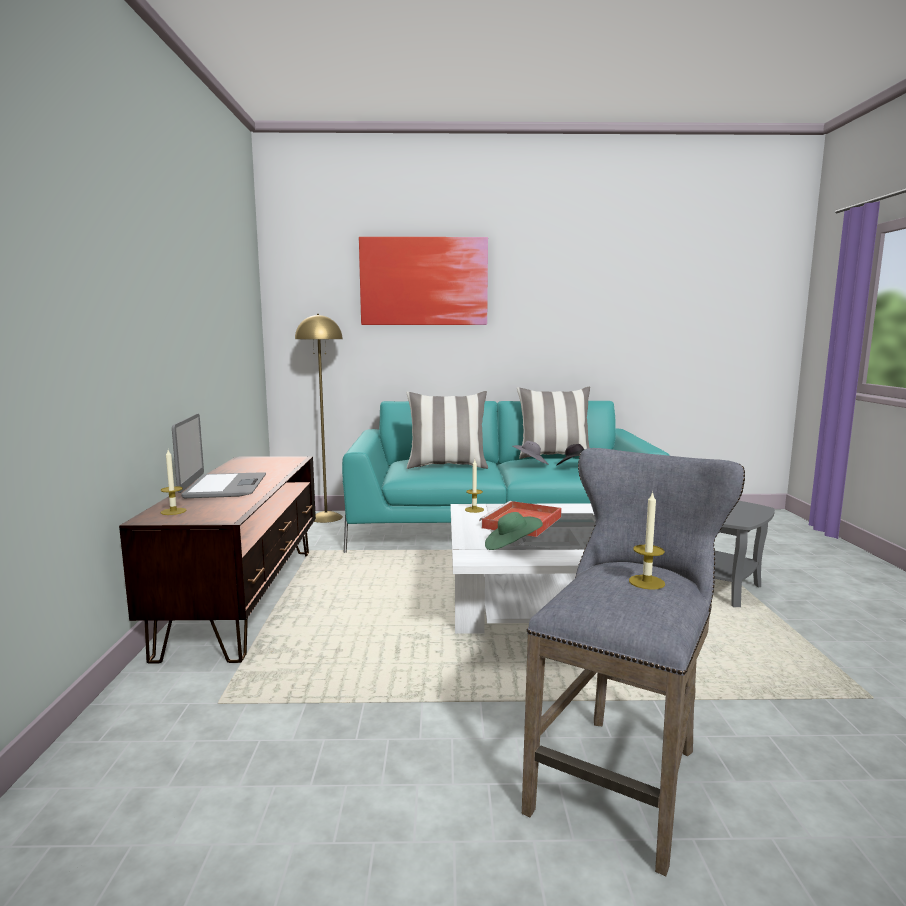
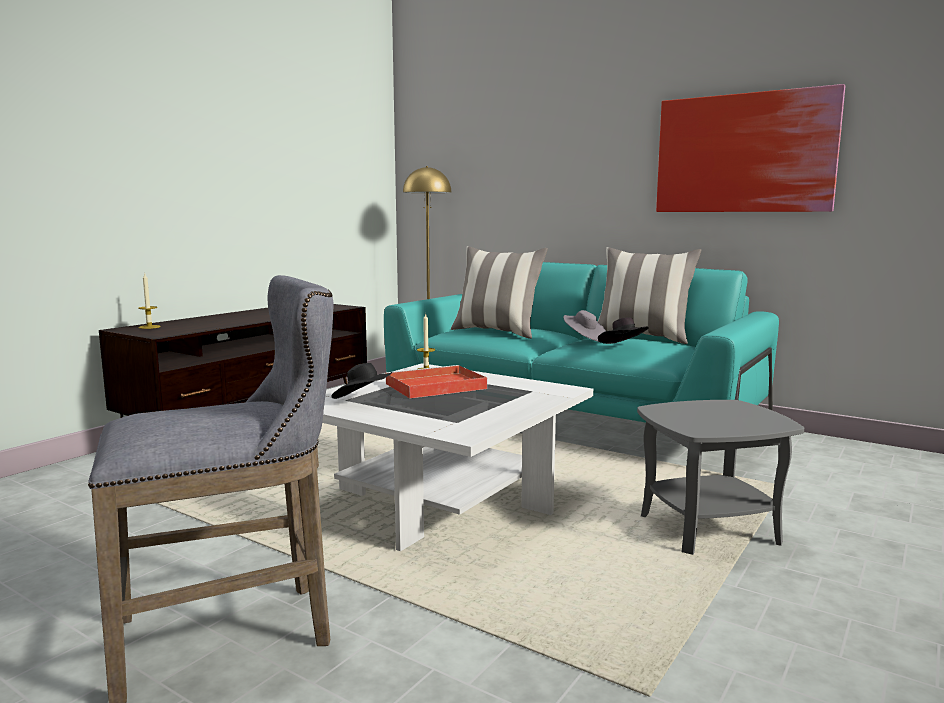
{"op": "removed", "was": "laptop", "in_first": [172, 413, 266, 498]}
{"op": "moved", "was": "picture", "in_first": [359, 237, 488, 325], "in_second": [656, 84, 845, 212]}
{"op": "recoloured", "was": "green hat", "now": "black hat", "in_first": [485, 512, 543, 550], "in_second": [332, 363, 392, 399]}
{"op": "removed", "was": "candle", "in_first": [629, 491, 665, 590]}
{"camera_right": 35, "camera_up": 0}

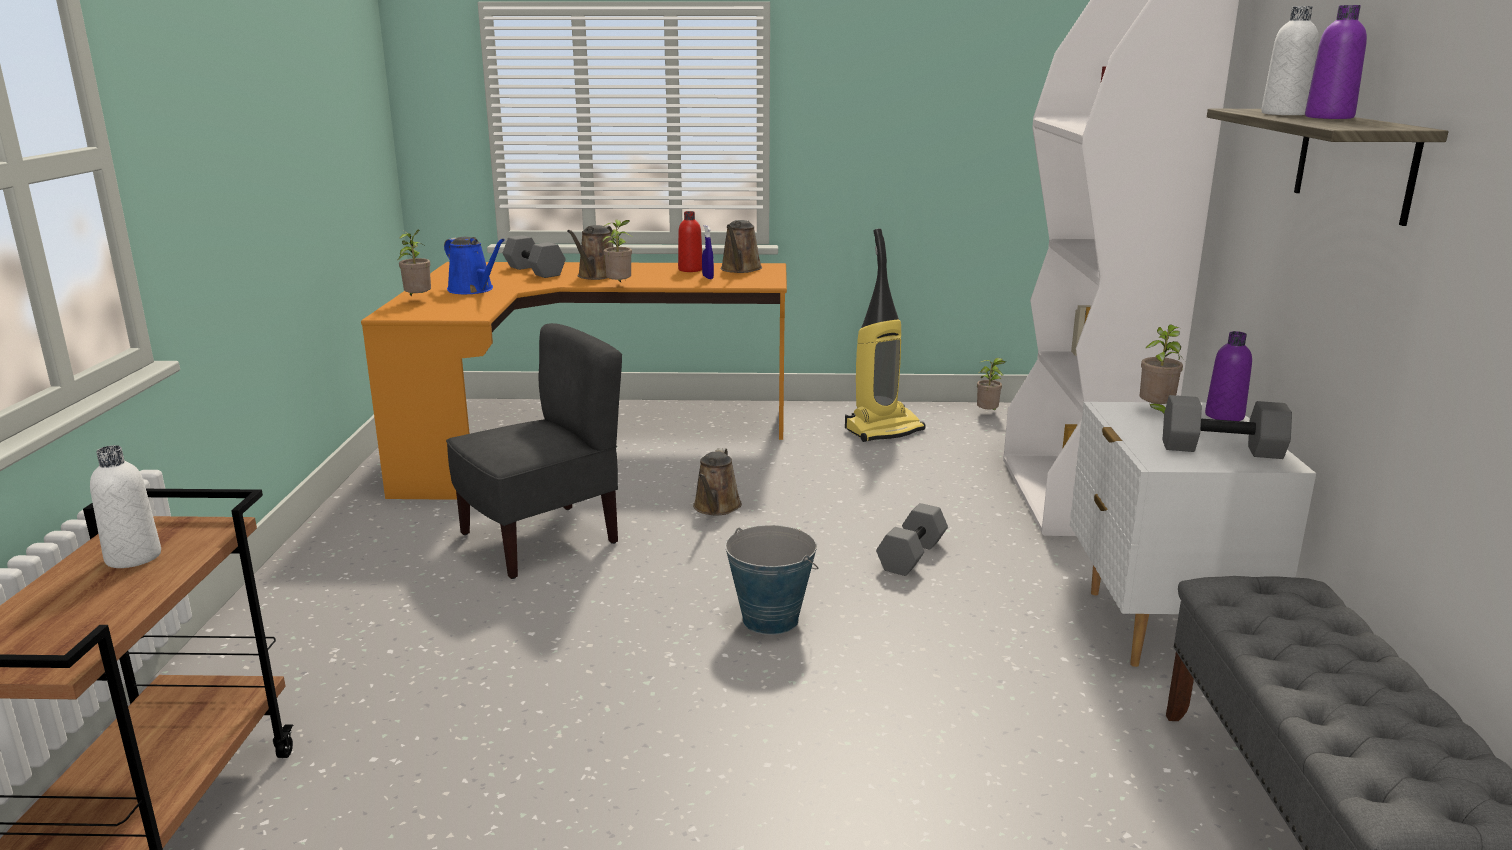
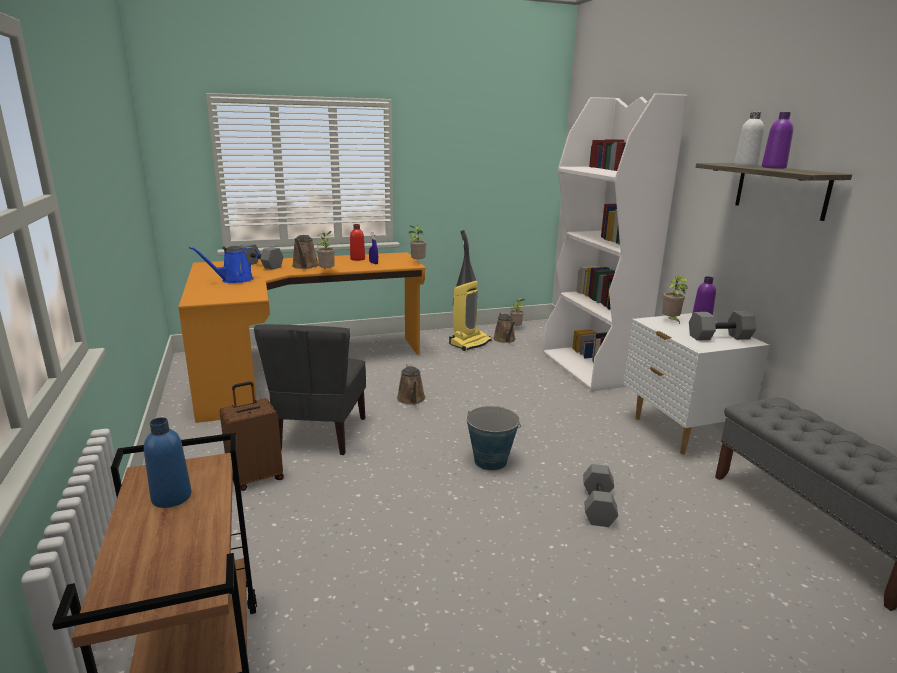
{"op": "recoloured", "was": "white bottle", "now": "blue bottle", "in_first": [90, 445, 161, 568], "in_second": [144, 417, 191, 508]}
{"op": "moved", "was": "potted plant", "in_first": [398, 229, 431, 297], "in_second": [409, 225, 426, 261]}
{"op": "turned", "was": "blue watering can", "in_first": [444, 237, 505, 294], "in_second": [189, 246, 258, 283], "clockwise": 120}
{"op": "turned", "was": "grey chair", "in_first": [446, 323, 622, 579], "in_second": [254, 324, 366, 455], "clockwise": 150}
{"op": "moved", "was": "brown watering can", "in_first": [721, 220, 762, 273], "in_second": [493, 313, 516, 343]}
{"op": "moved", "was": "grey dumbbell", "in_first": [876, 503, 948, 576], "in_second": [583, 464, 618, 527]}
{"op": "added", "now": "brown suitcase", "in_second": [219, 381, 284, 491]}
{"camera_right": -20, "camera_up": 0}

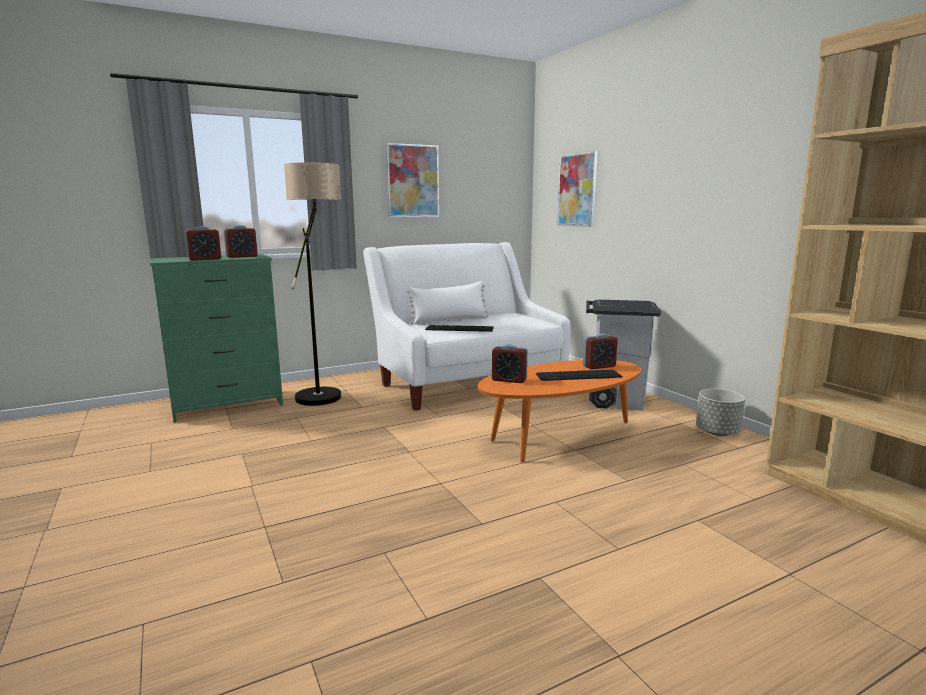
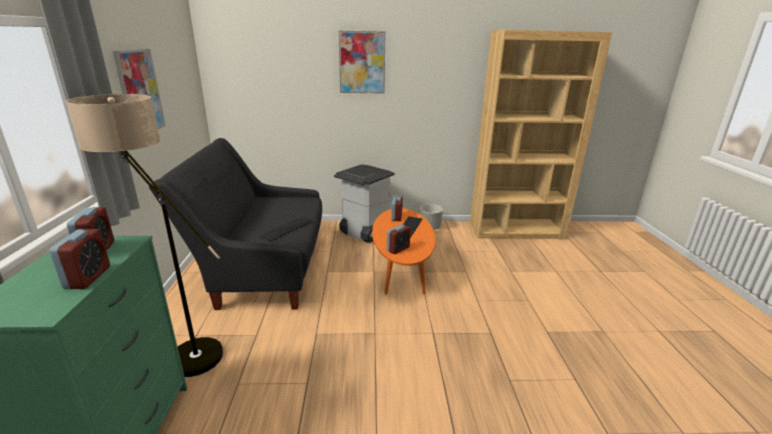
{"op": "recoloured", "was": "white sofa", "now": "black sofa", "in_first": [363, 242, 570, 410], "in_second": [149, 138, 322, 310]}
{"op": "removed", "was": "white pillow", "in_first": [407, 281, 489, 324]}
{"op": "moved", "was": "picture", "in_first": [557, 151, 597, 227], "in_second": [339, 31, 386, 93]}
{"camera_right": -65, "camera_up": 10}

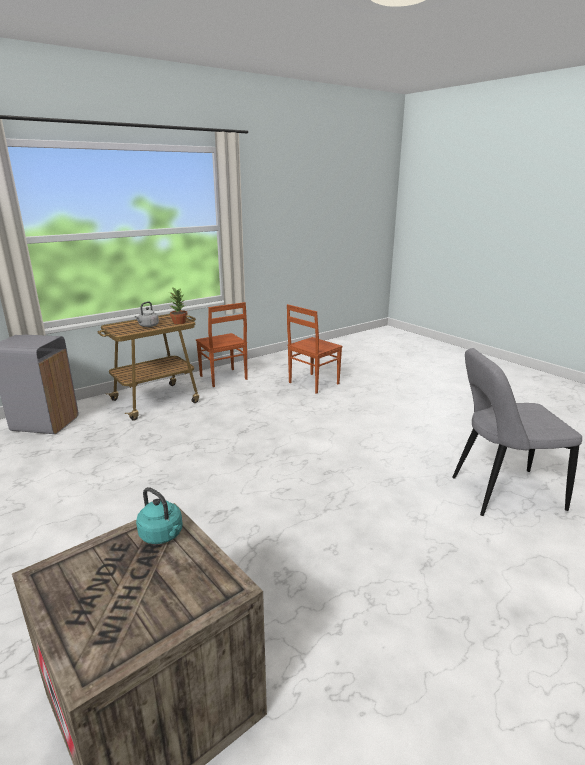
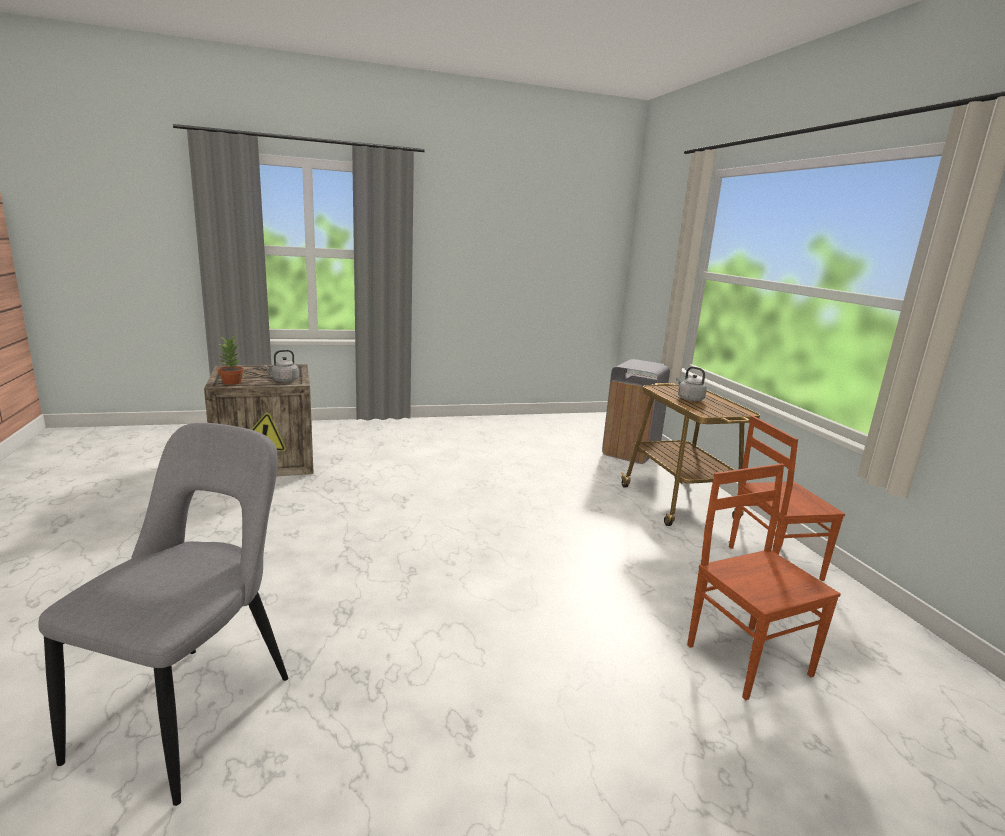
{"op": "recoloured", "was": "turquoise kettle", "now": "grey kettle", "in_first": [136, 487, 183, 544], "in_second": [263, 350, 299, 382]}
{"op": "moved", "was": "potted plant", "in_first": [170, 287, 188, 324], "in_second": [218, 335, 244, 385]}
{"camera_right": 110, "camera_up": -5}

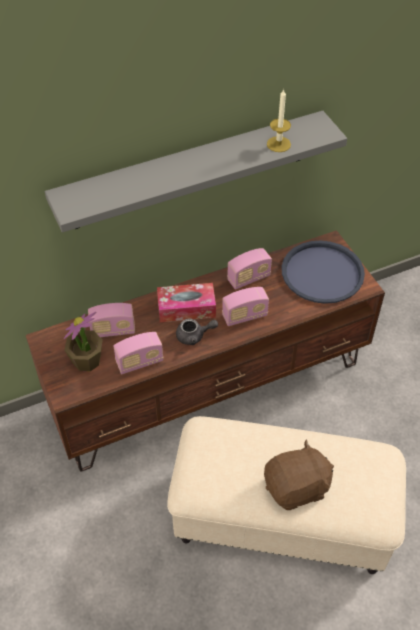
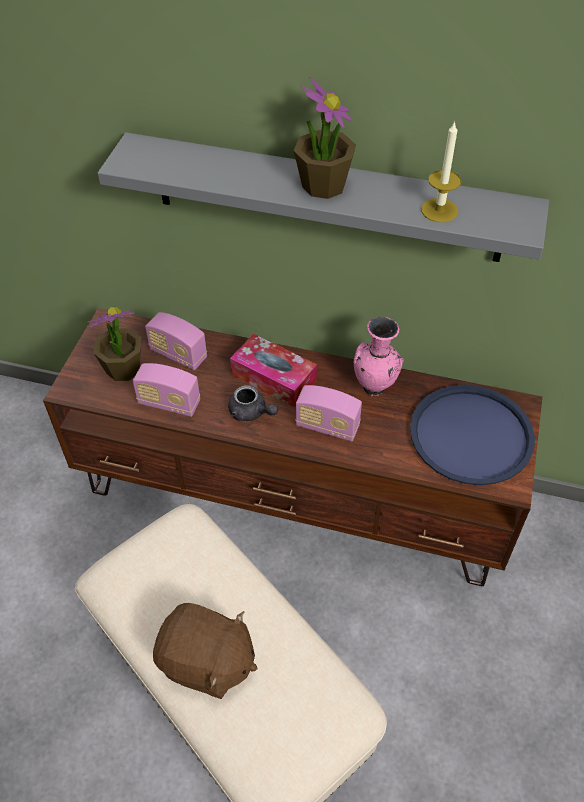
{"op": "replaced", "was": "radio", "now": "pink vase", "in_first": [227, 248, 272, 290], "in_second": [353, 317, 404, 397]}
{"op": "added", "now": "potted plant", "in_second": [294, 77, 356, 199]}
{"camera_right": 40, "camera_up": 0}

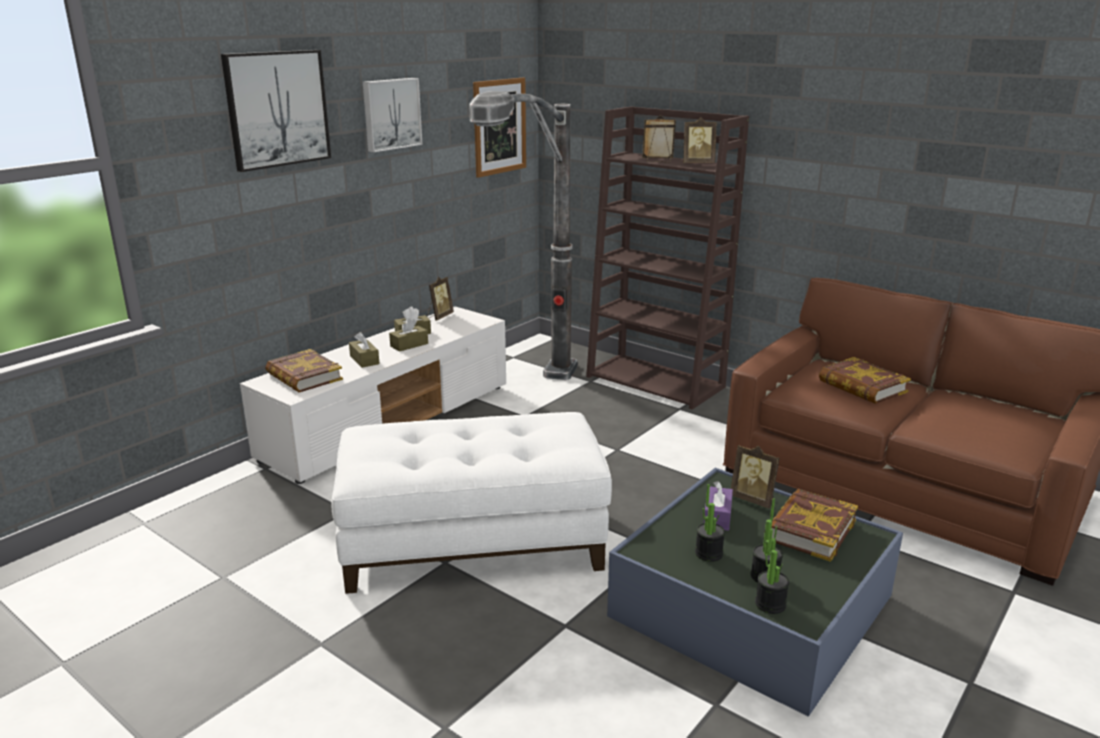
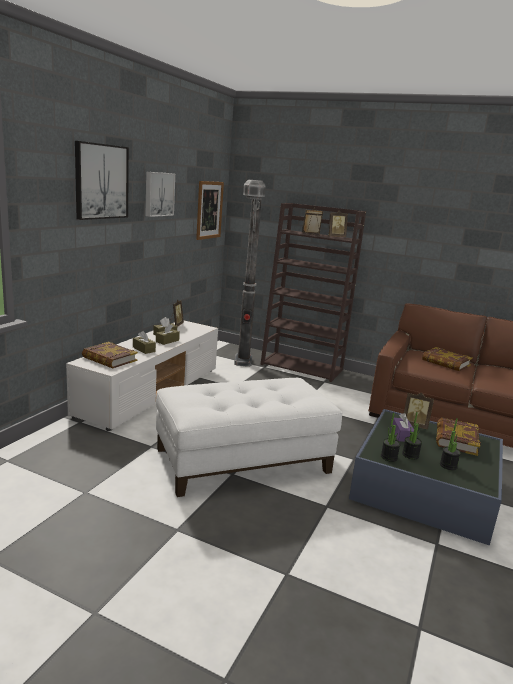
{"op": "moved", "was": "potted plant", "in_first": [755, 529, 789, 614], "in_second": [381, 413, 401, 462]}
{"camera_right": -15, "camera_up": -5}

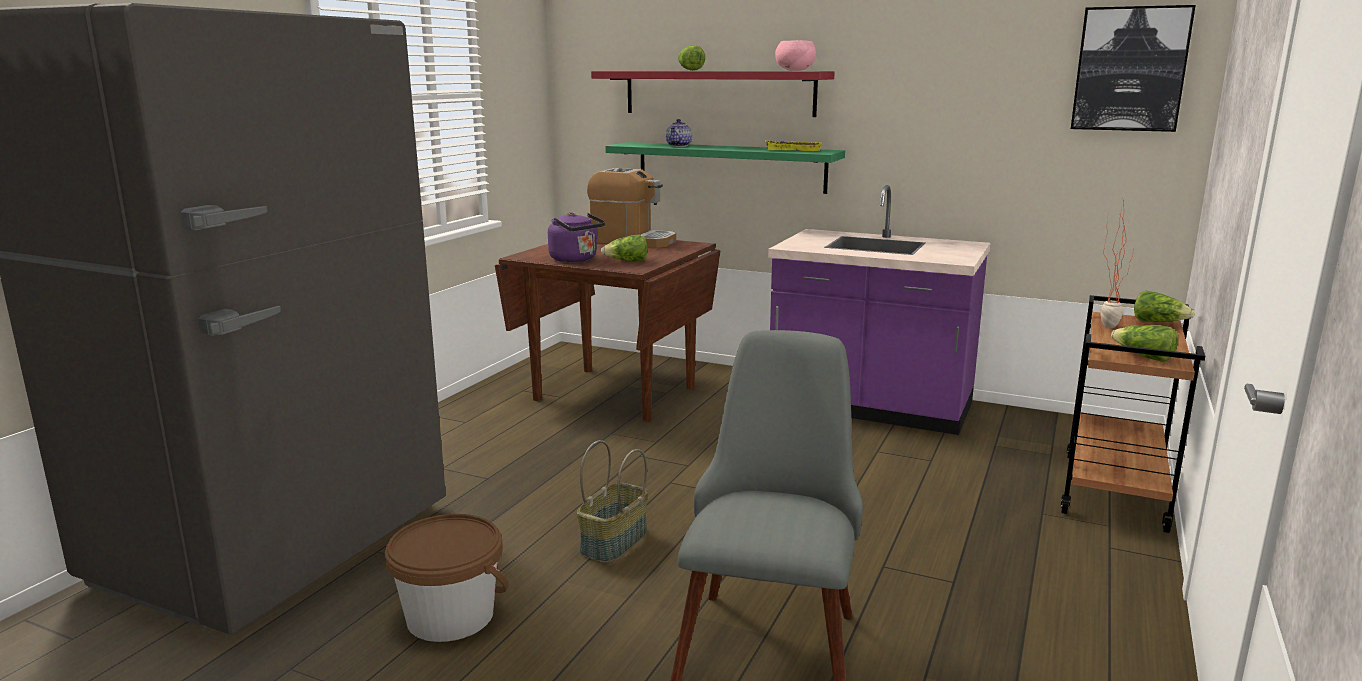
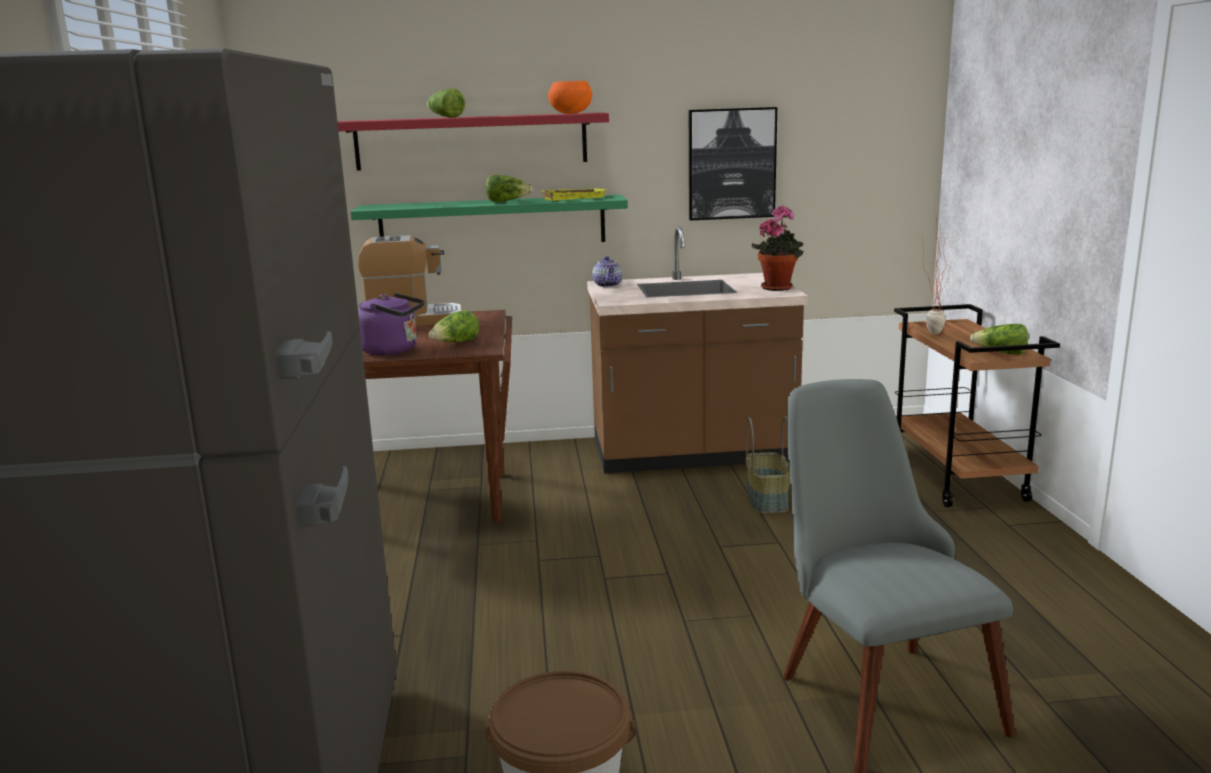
{"op": "moved", "was": "basket", "in_first": [577, 440, 648, 563], "in_second": [745, 416, 790, 513]}
{"op": "moved", "was": "teapot", "in_first": [666, 119, 692, 147], "in_second": [592, 256, 622, 287]}
{"op": "recoloured", "was": "purple counter", "now": "brown counter", "in_first": [768, 185, 990, 435], "in_second": [587, 226, 808, 473]}
{"op": "recoloured", "was": "pink bowl", "now": "orange bowl", "in_first": [775, 40, 816, 71], "in_second": [548, 81, 592, 114]}
{"op": "moved", "was": "picture", "in_first": [1071, 5, 1196, 132], "in_second": [689, 107, 777, 220]}
{"op": "moved", "was": "lettuce", "in_first": [1134, 291, 1195, 322], "in_second": [486, 175, 533, 202]}
{"op": "added", "now": "potted plant", "in_second": [752, 205, 803, 291]}
{"camera_right": -30, "camera_up": 0}

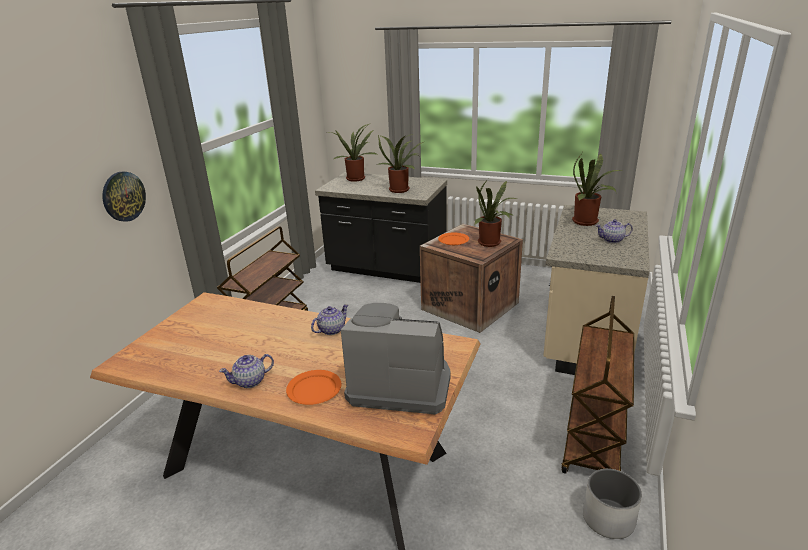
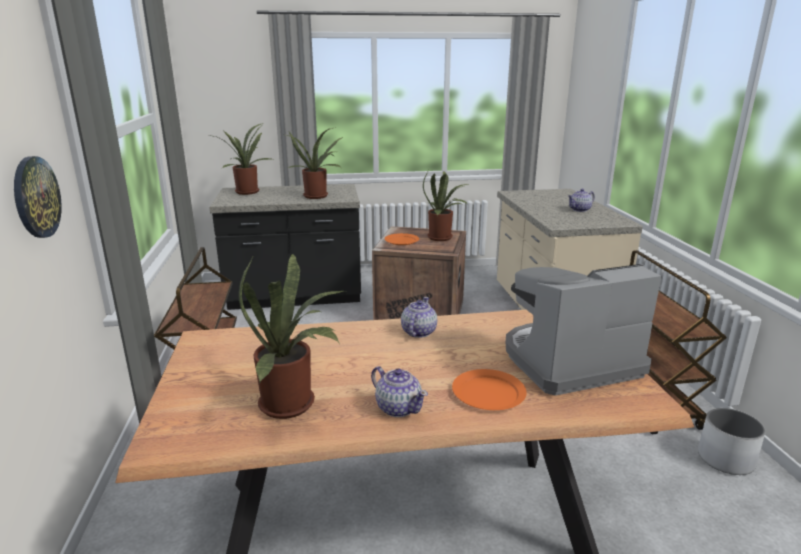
{"op": "turned", "was": "teapot", "in_first": [219, 354, 274, 388], "in_second": [371, 366, 428, 417], "clockwise": -75}
{"op": "moved", "was": "potted plant", "in_first": [572, 153, 624, 226], "in_second": [239, 253, 343, 419]}
{"camera_right": -30, "camera_up": -5}

